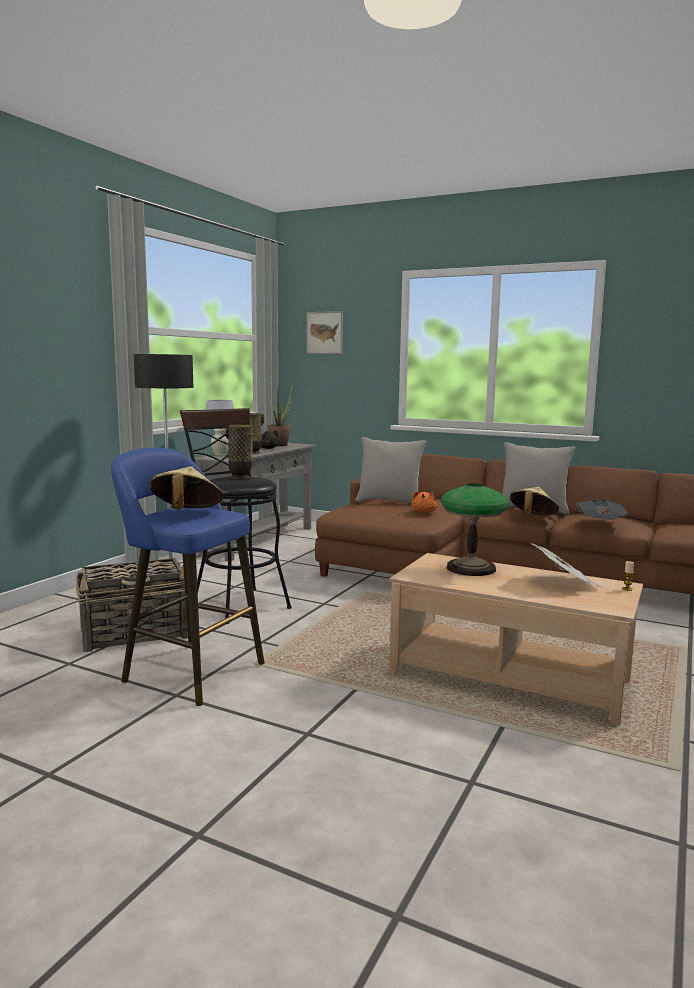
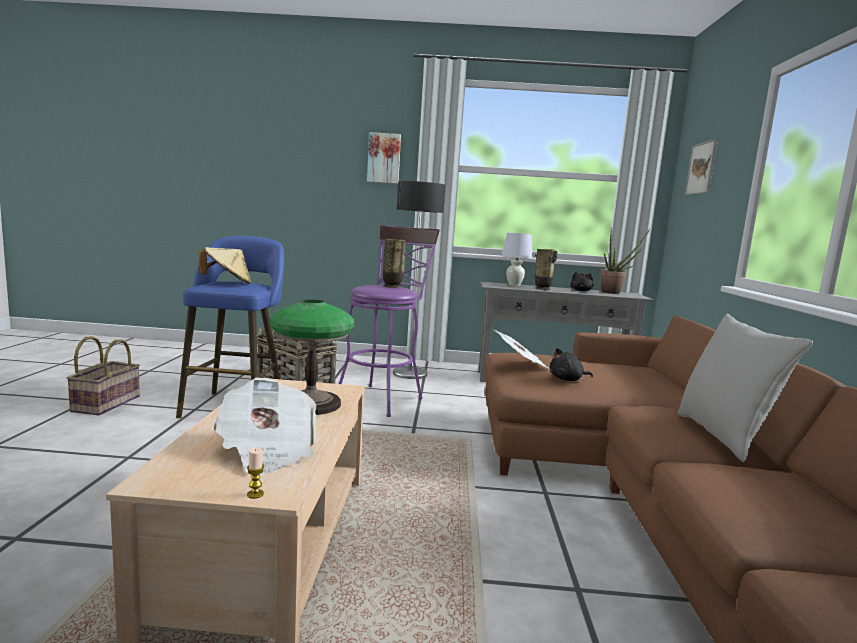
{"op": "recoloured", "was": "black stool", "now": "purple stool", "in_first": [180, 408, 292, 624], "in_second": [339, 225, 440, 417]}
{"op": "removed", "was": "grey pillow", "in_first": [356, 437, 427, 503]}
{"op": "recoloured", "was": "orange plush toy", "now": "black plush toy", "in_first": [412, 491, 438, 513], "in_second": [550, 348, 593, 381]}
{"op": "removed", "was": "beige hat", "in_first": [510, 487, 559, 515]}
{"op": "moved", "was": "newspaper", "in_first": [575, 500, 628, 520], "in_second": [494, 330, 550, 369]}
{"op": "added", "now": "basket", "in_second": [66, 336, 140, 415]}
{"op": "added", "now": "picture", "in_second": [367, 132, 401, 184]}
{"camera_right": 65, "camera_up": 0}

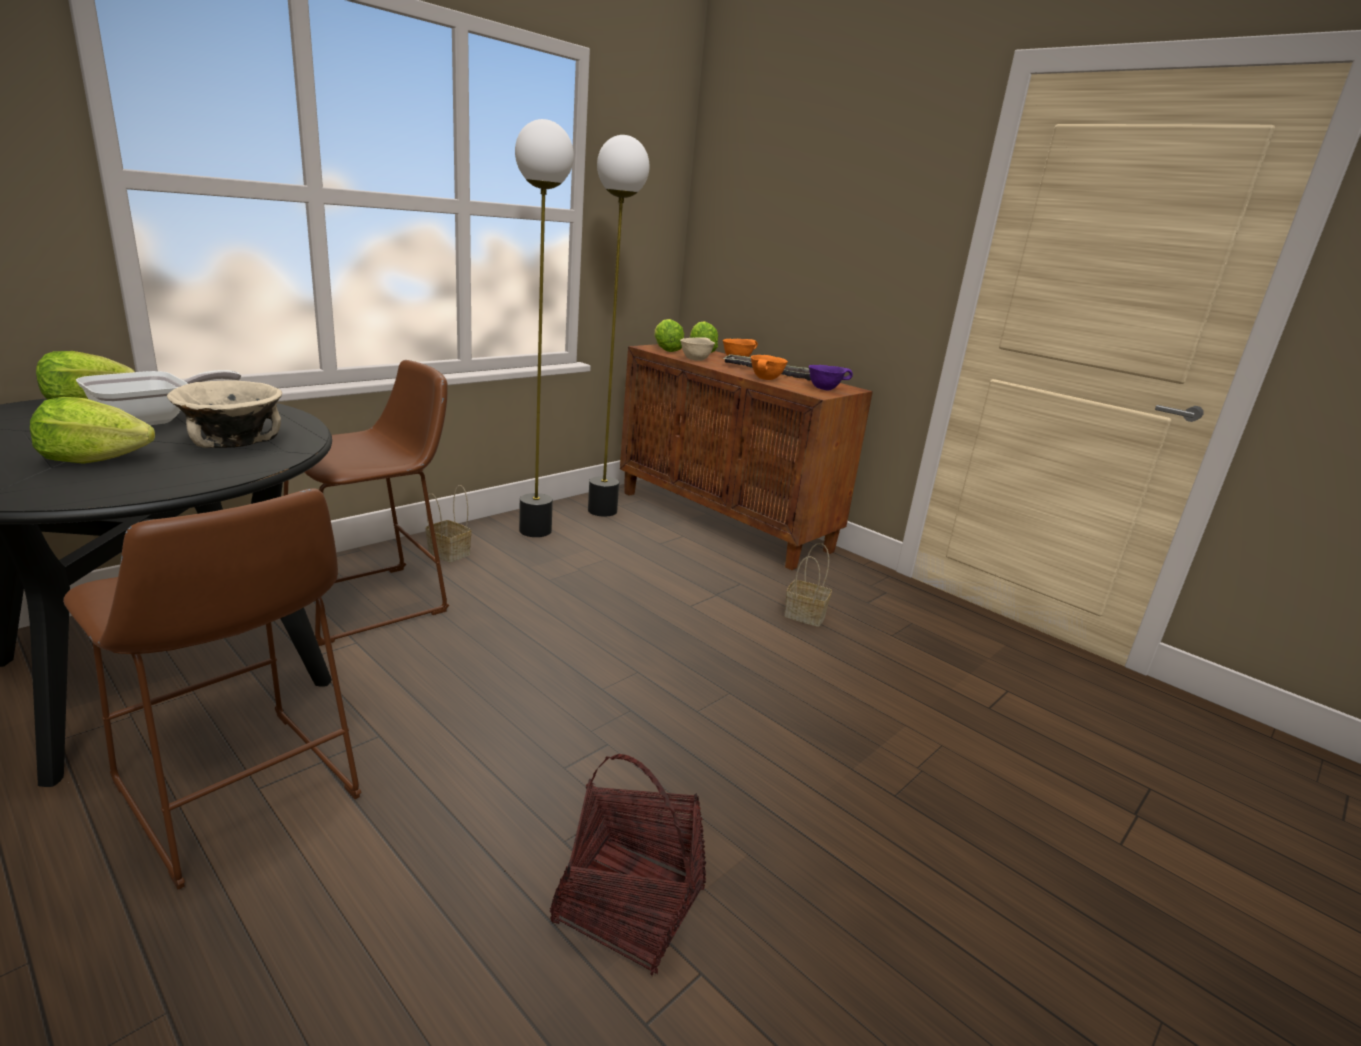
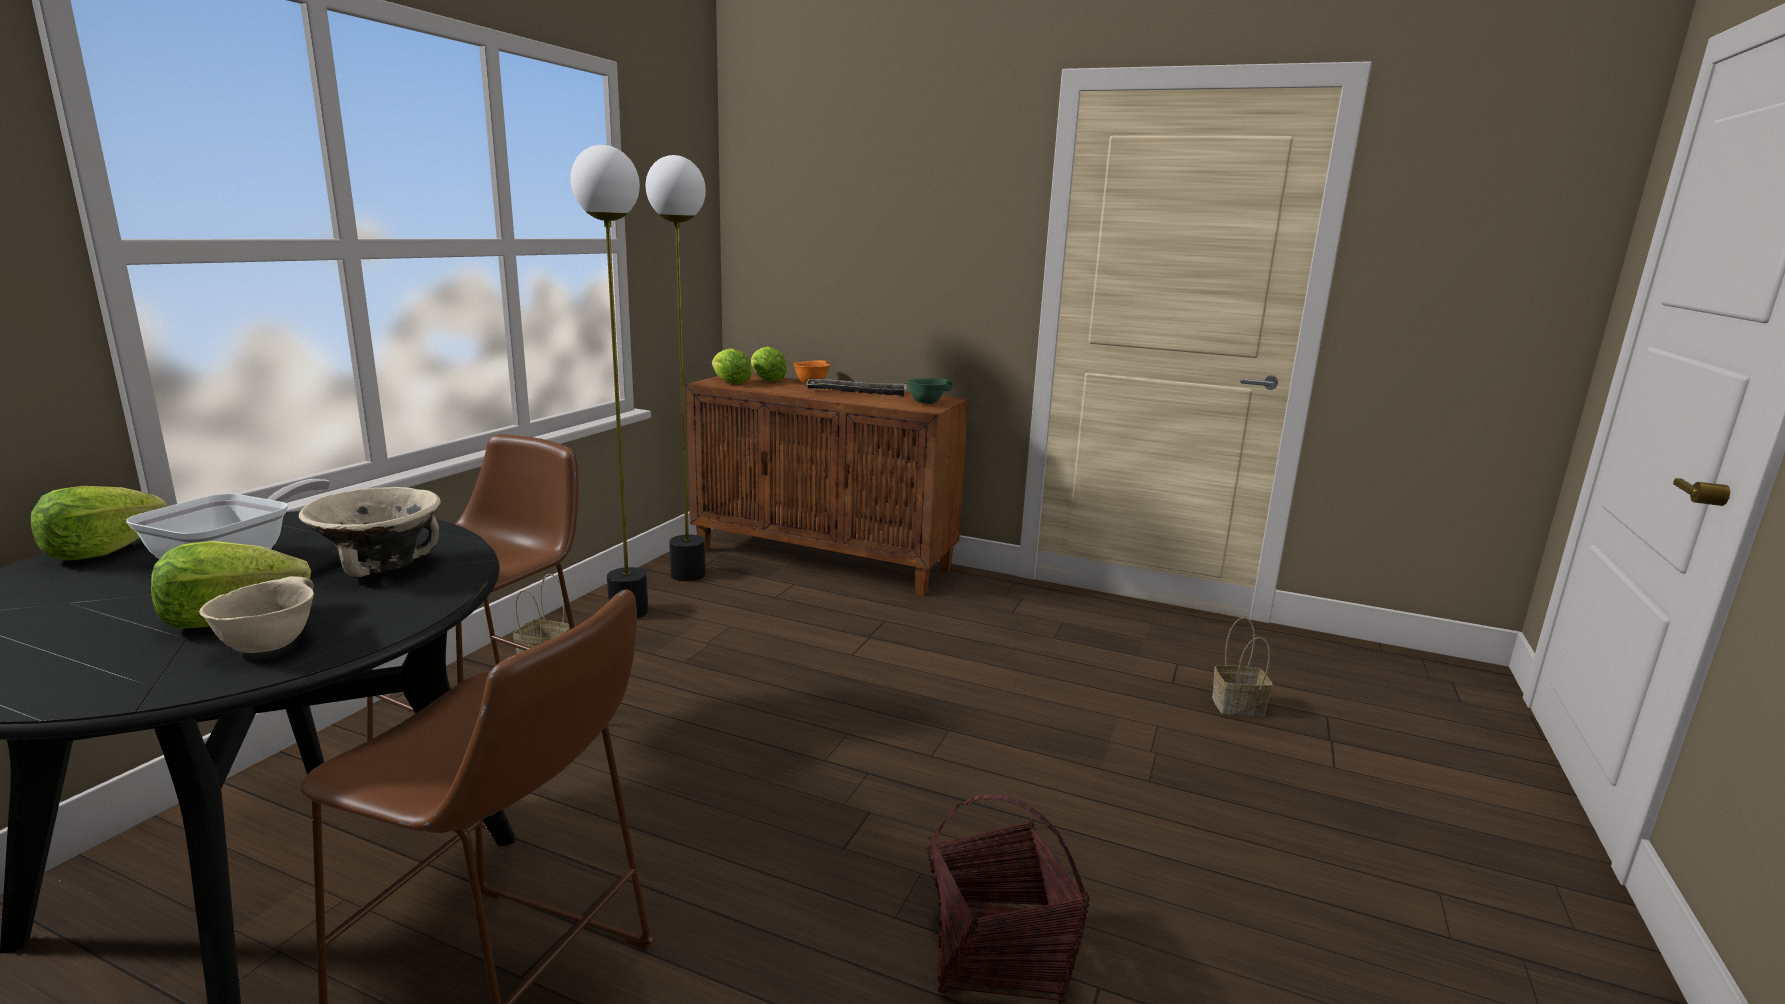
{"op": "moved", "was": "beige bowl", "in_first": [680, 337, 715, 361], "in_second": [199, 576, 314, 653]}
{"op": "removed", "was": "orange bowl", "in_first": [751, 355, 788, 380]}
{"op": "moved", "was": "basket", "in_first": [784, 543, 832, 627], "in_second": [1212, 617, 1273, 716]}
{"op": "recoloured", "was": "purple bowl", "now": "green bowl", "in_first": [809, 365, 853, 391], "in_second": [907, 378, 953, 404]}
{"camera_right": -20, "camera_up": -5}

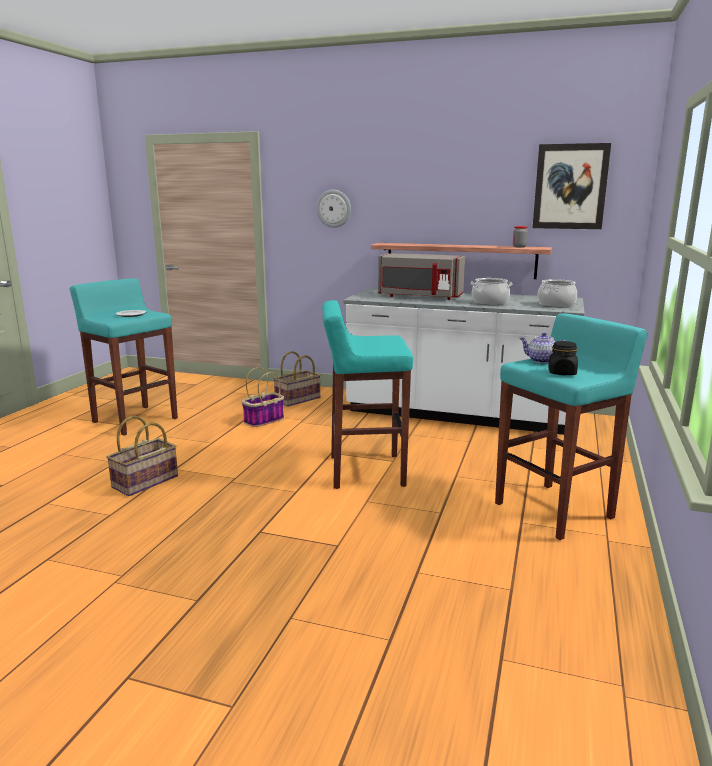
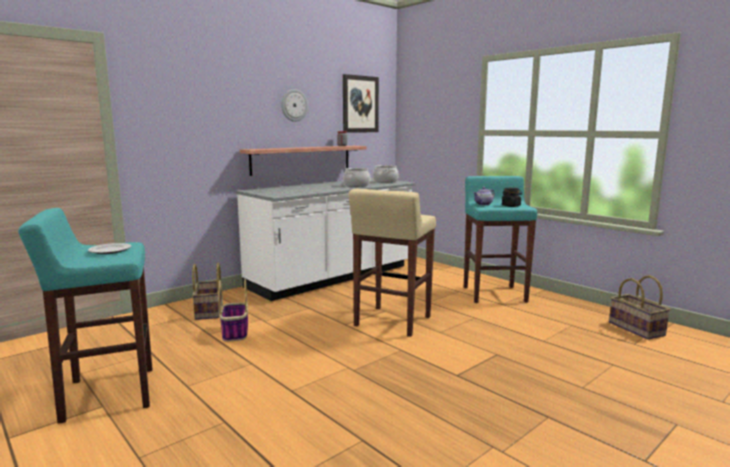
{"op": "moved", "was": "basket", "in_first": [106, 416, 178, 496], "in_second": [609, 275, 671, 339]}
{"op": "moved", "was": "wall clock", "in_first": [316, 190, 351, 228], "in_second": [281, 89, 308, 122]}
{"op": "recoloured", "was": "turquoise stool", "now": "beige stool", "in_first": [322, 300, 413, 489], "in_second": [349, 189, 436, 337]}
{"op": "removed", "was": "grey microwave", "in_first": [378, 253, 465, 300]}
{"camera_right": -60, "camera_up": -5}

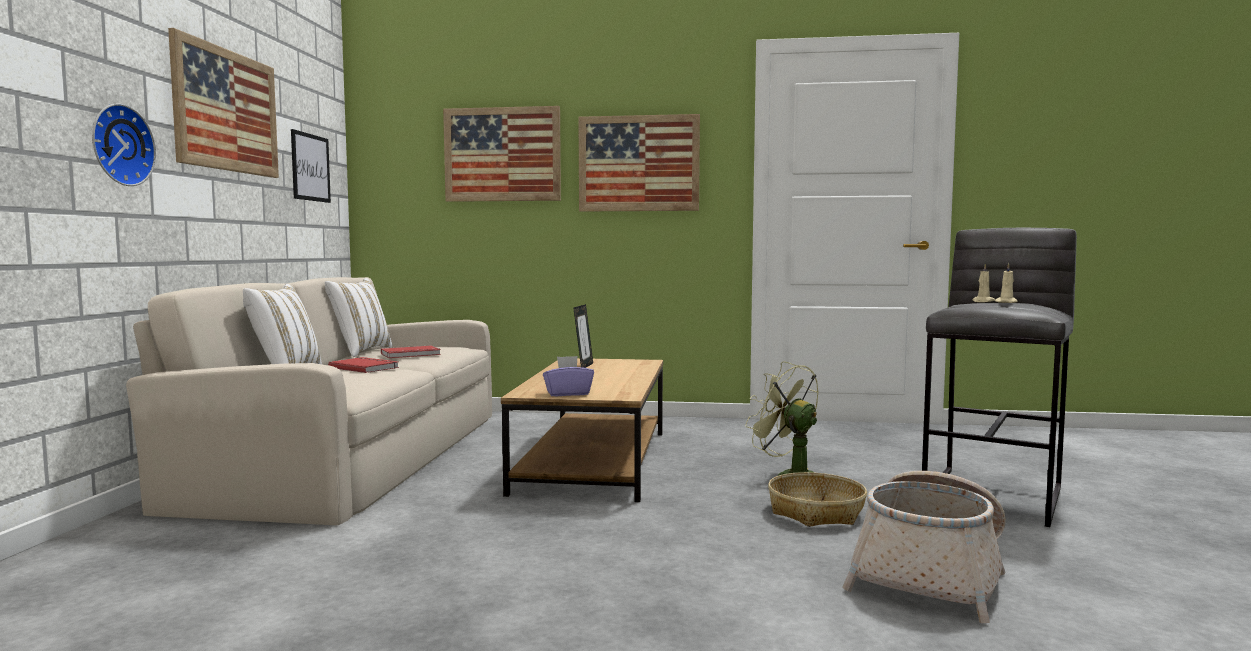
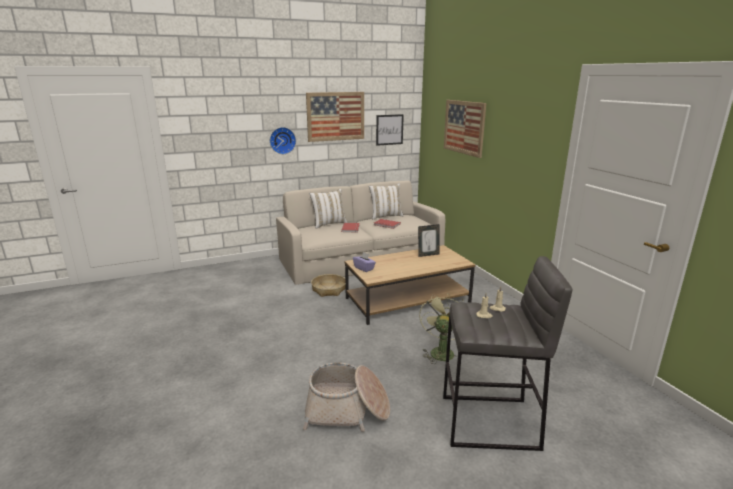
{"op": "removed", "was": "picture", "in_first": [578, 114, 700, 212]}
{"op": "moved", "was": "basket", "in_first": [768, 472, 867, 527], "in_second": [311, 274, 346, 297]}
{"camera_right": 60, "camera_up": 15}

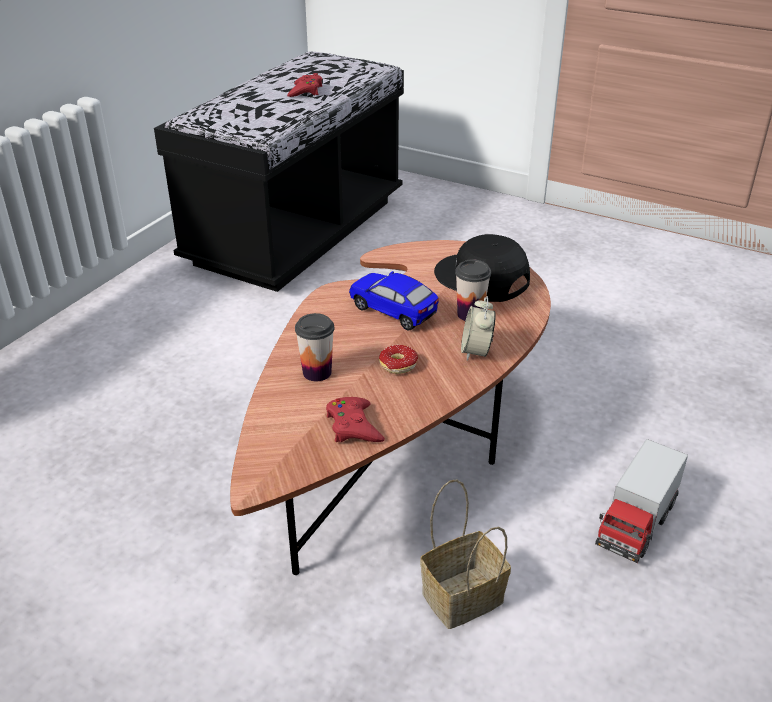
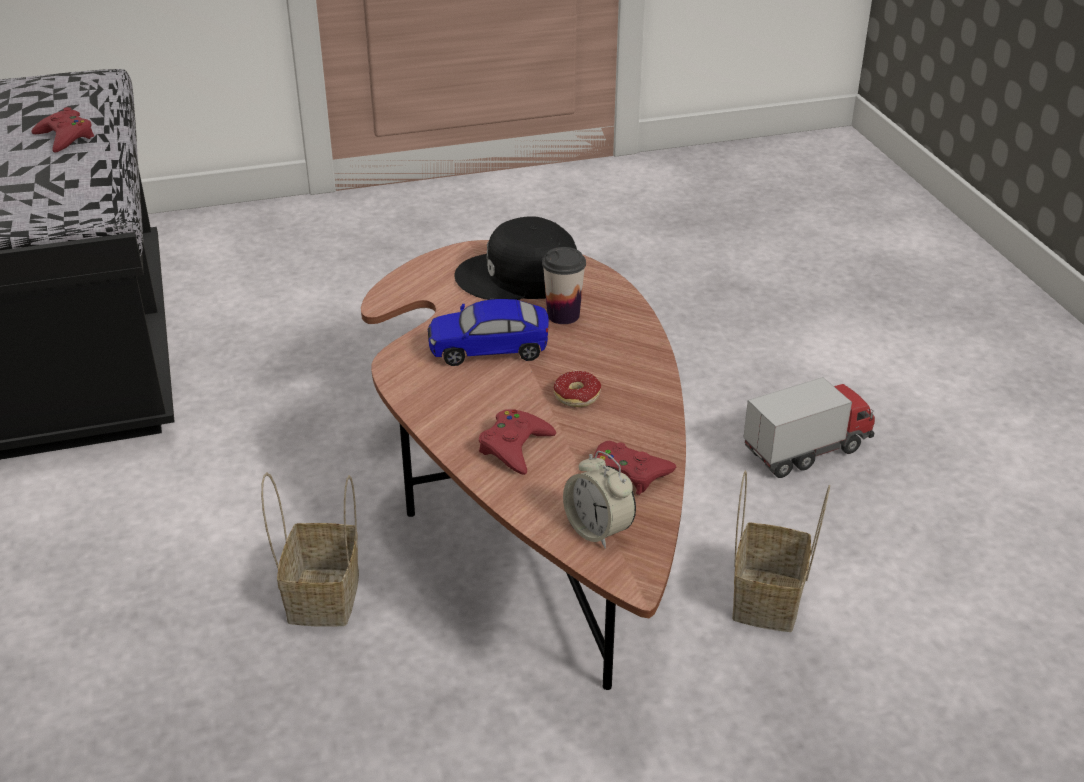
{"op": "replaced", "was": "cup", "now": "red game controller", "in_first": [295, 313, 334, 381], "in_second": [479, 409, 556, 475]}
{"op": "moved", "was": "alarm clock", "in_first": [461, 296, 496, 361], "in_second": [563, 451, 636, 549]}
{"op": "turned", "was": "toy truck", "in_first": [595, 439, 688, 563], "in_second": [744, 377, 875, 478], "clockwise": -105}
{"op": "added", "now": "basket", "in_second": [261, 473, 359, 627]}
{"camera_right": -45, "camera_up": 0}

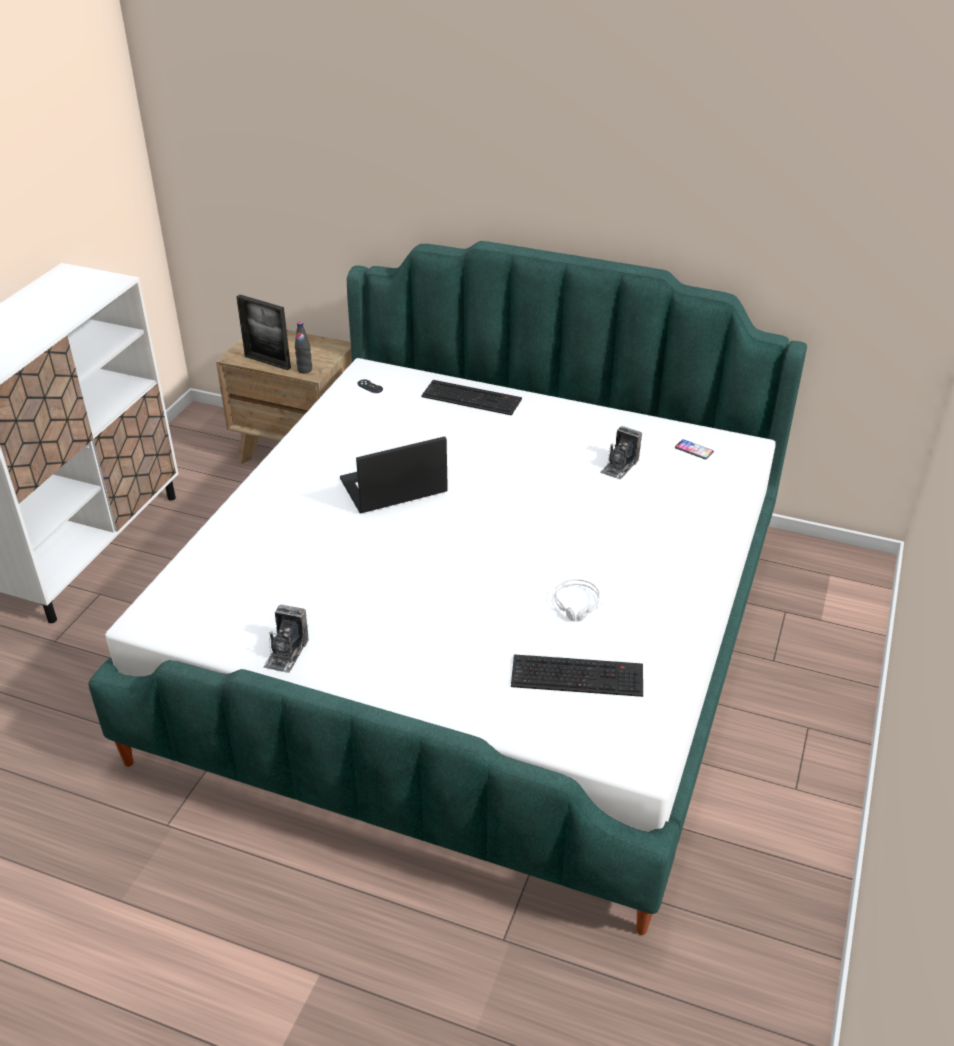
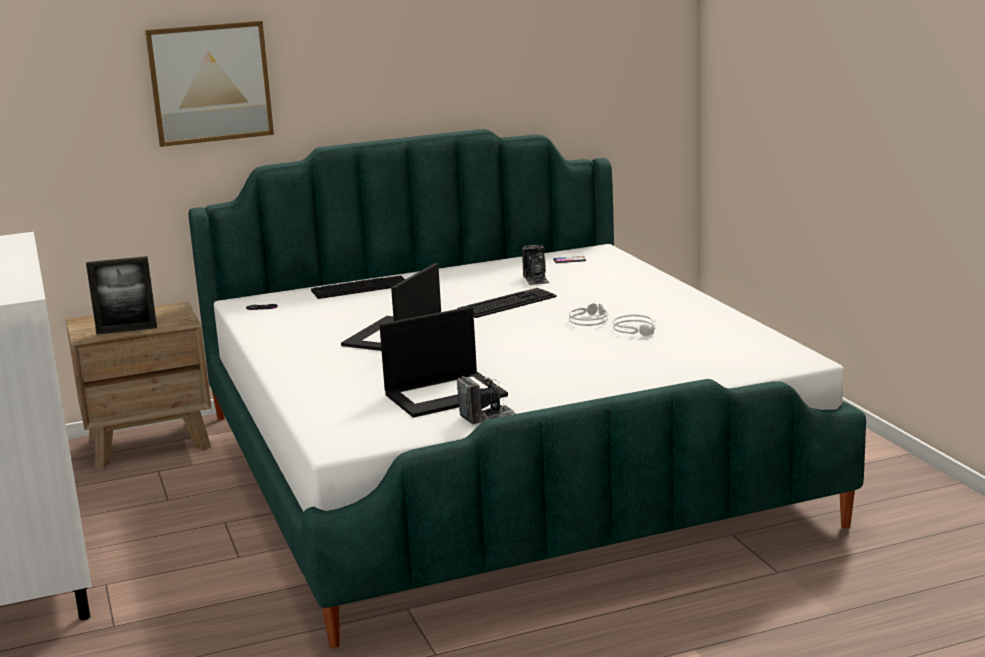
{"op": "turned", "was": "photo camera", "in_first": [263, 605, 309, 673], "in_second": [457, 376, 517, 424], "clockwise": -90}
{"op": "removed", "was": "black bottle", "in_first": [295, 322, 312, 373]}
{"op": "moved", "was": "keyboard", "in_first": [511, 654, 643, 697], "in_second": [457, 288, 557, 318]}
{"op": "added", "now": "picture", "in_second": [145, 21, 274, 147]}
{"op": "added", "now": "laptop", "in_second": [380, 307, 508, 418]}
{"op": "added", "now": "grey headphones", "in_second": [569, 303, 608, 326]}
{"camera_right": -40, "camera_up": -20}

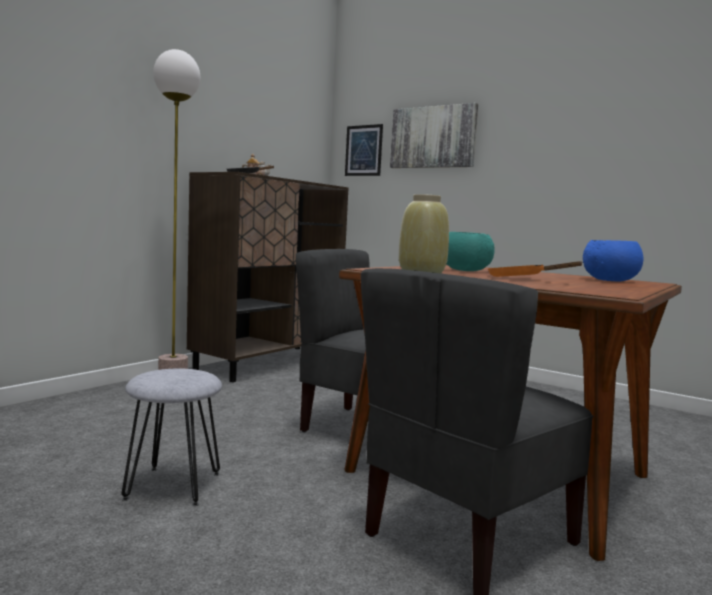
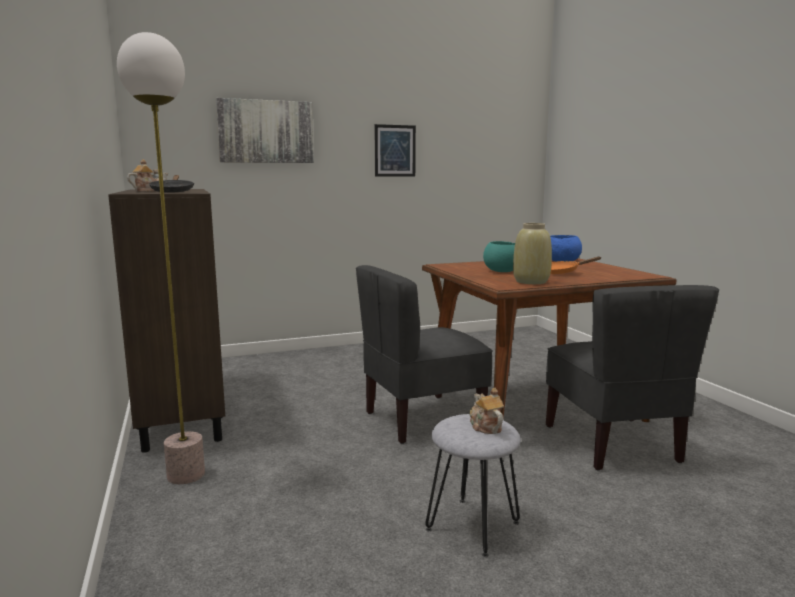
{"op": "moved", "was": "picture", "in_first": [345, 124, 383, 176], "in_second": [374, 124, 416, 176]}
{"op": "added", "now": "teapot", "in_second": [469, 388, 504, 434]}
{"camera_right": -55, "camera_up": 5}

